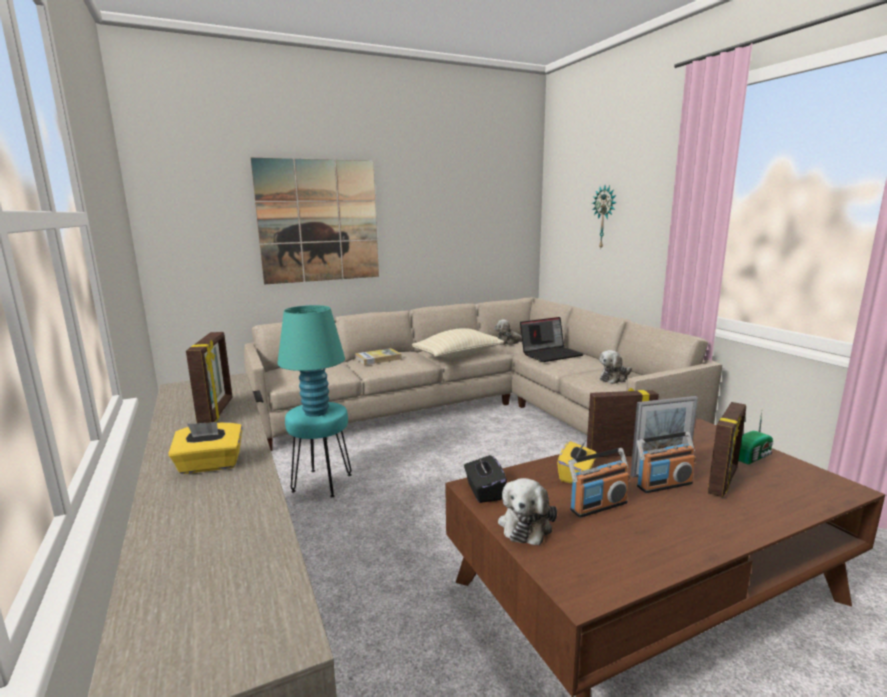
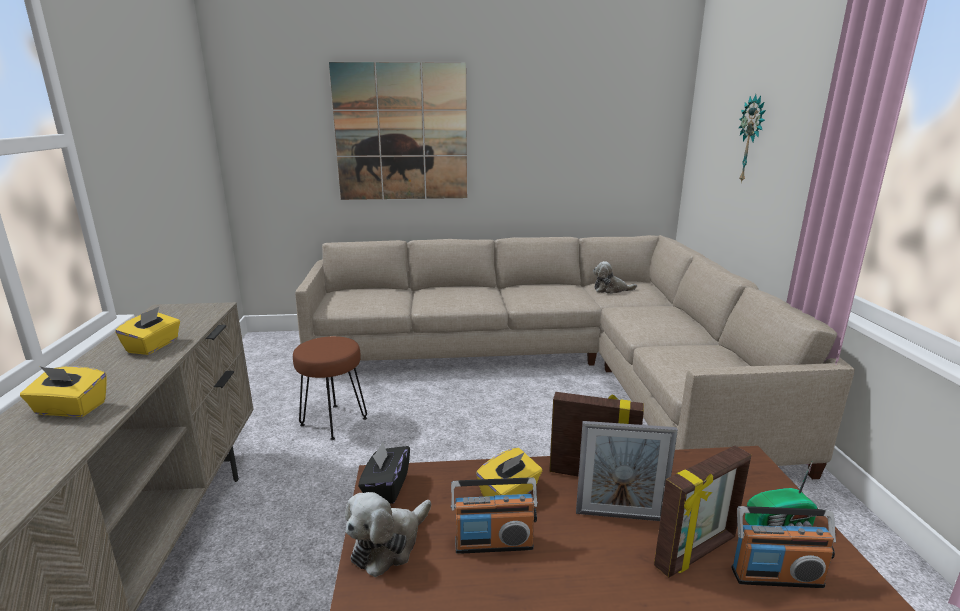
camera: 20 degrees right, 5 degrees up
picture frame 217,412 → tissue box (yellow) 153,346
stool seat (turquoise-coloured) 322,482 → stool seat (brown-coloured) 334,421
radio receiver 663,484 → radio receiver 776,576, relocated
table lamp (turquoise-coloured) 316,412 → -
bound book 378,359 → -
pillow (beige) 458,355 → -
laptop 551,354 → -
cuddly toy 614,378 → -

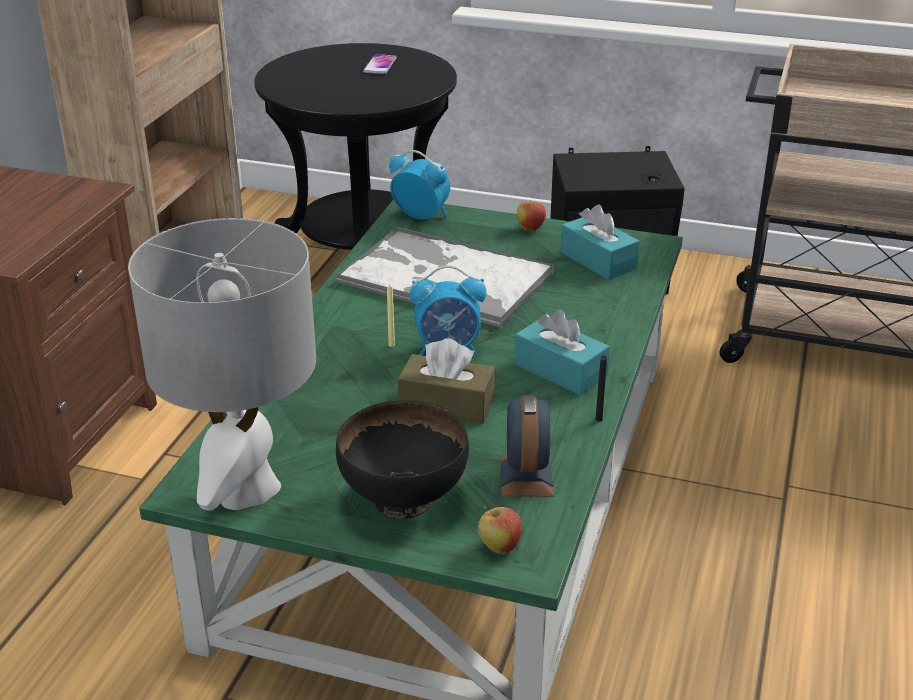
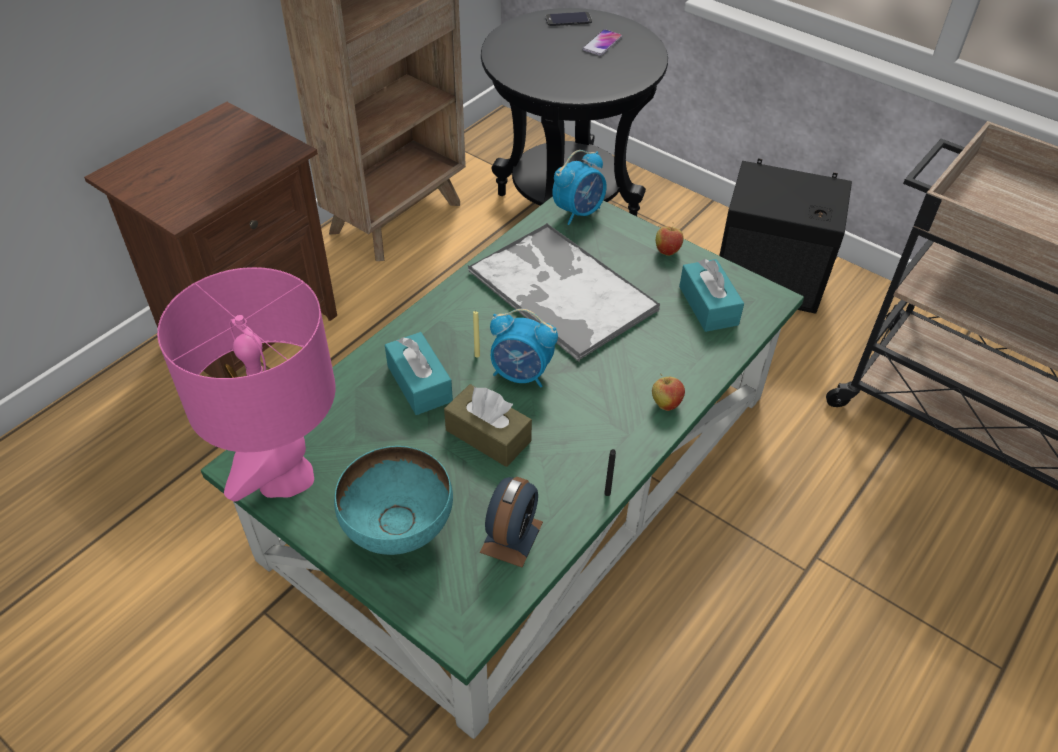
camera: 20 degrees right, 15 degrees up
table lamp (greyish) 246,489 → table lamp (pinkish) 285,477
serving bowl (black-coloured) 403,501 → serving bowl (turquoise-coloured) 398,531
tissue box (turquoise-coloured) 560,370 → tissue box (turquoise-coloured) 419,383, relocated
- → phone 568,19
alarm clock 421,216 → alarm clock 579,212, 90 degrees clockwise
whole apple 499,547 → whole apple 665,404, relocated

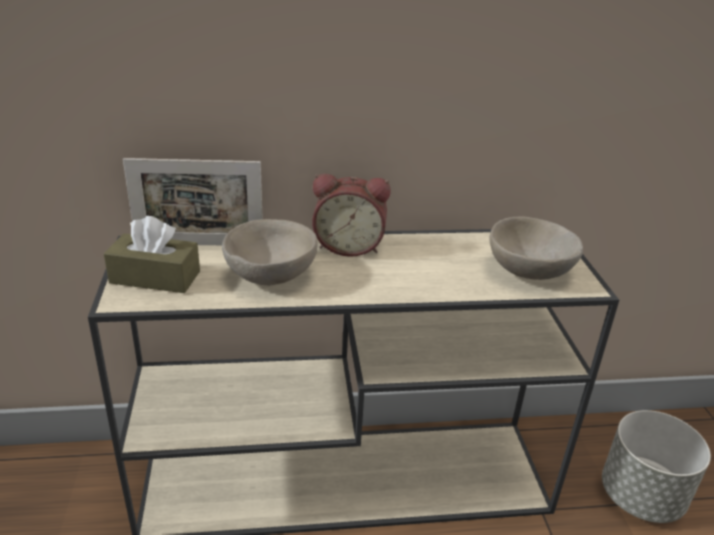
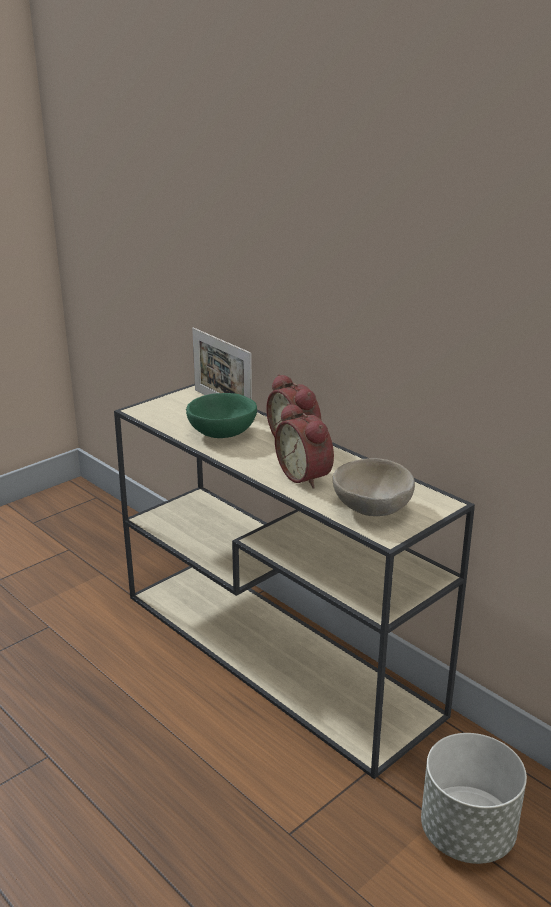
camera: 55 degrees right, 5 degrees down
serving bowl (beige) 271,274 → serving bowl (green-coloured) 223,433
- → alarm clock 306,475
tissue box (brown-coloured) 155,277 → -

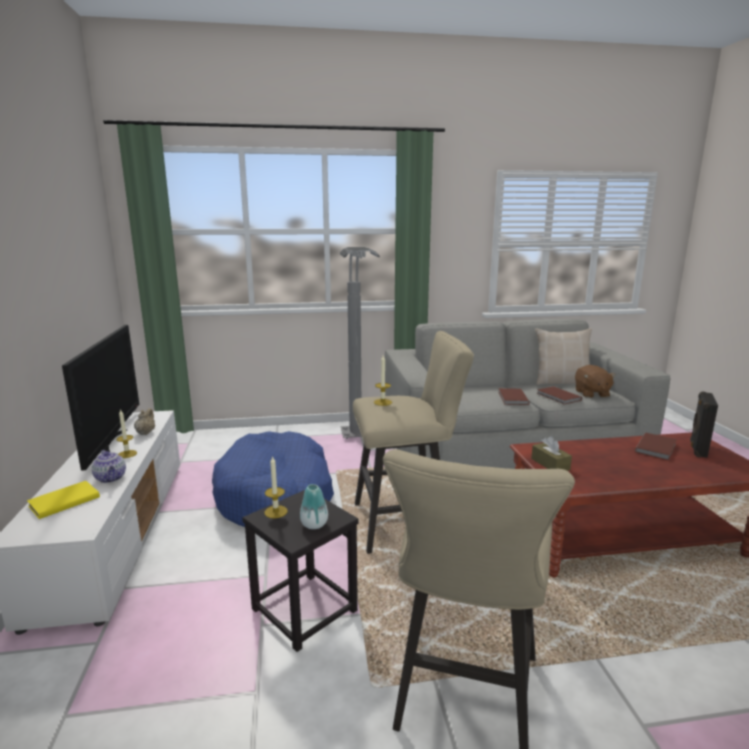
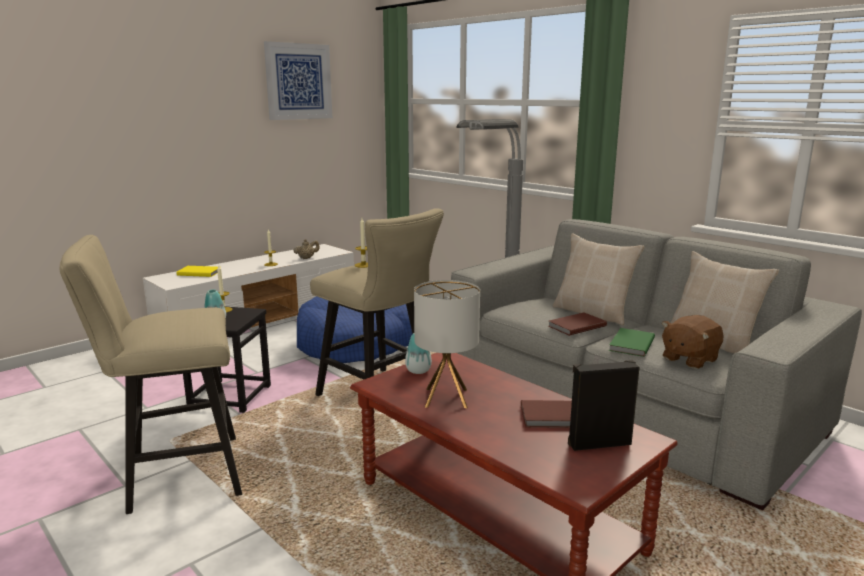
camera: 55 degrees right, 0 degrees up
- → wall art 298,81
tissue box (brown-coloured) 550,464 → vase 418,371
- → table lamp 446,398
- → pillow (beige) 593,313
bound book (brown-coloured) 558,397 → bound book (green-coloured) 630,344
television 112,441 → -
tea pot 111,478 → -

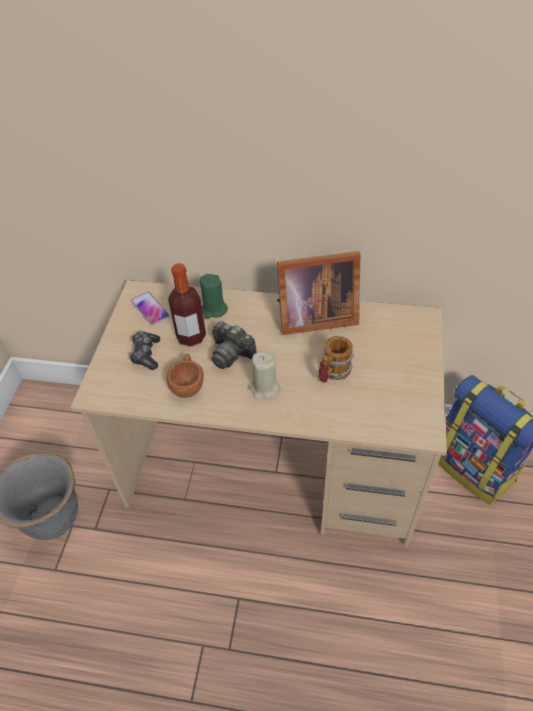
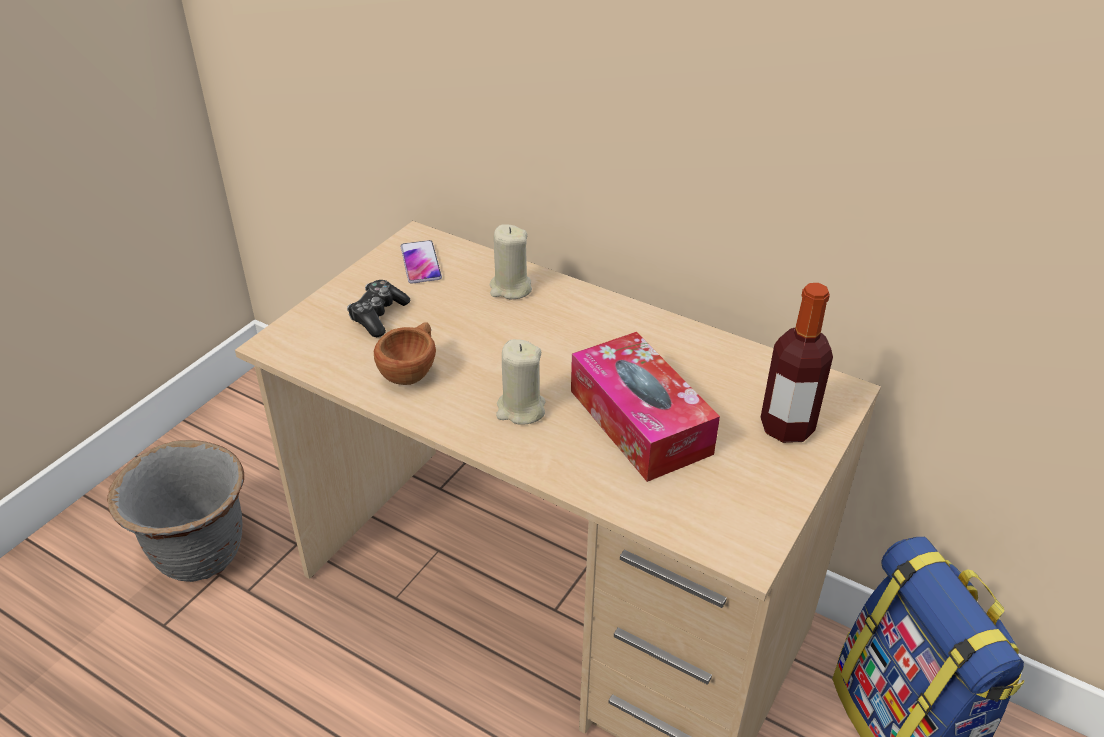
camera: 20 degrees right, 10 degrees down
wax light (green-coloured) 214,310 → wax light (beige) 510,288
coffee mug 332,373 → tissue box 639,421
bottle 191,337 → bottle 786,427, relocated
still camera 231,353 → -
picture frame 313,317 → -

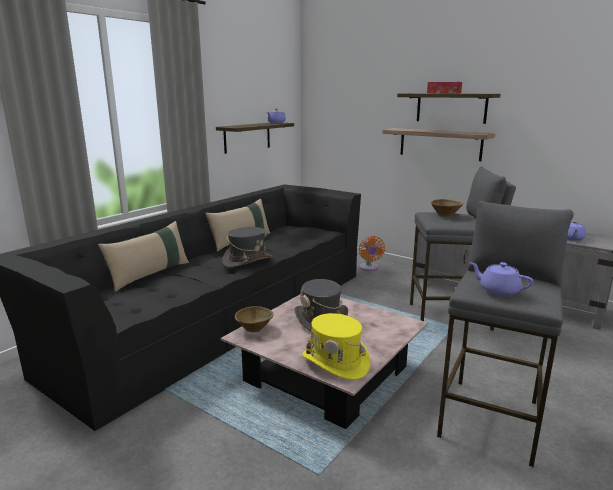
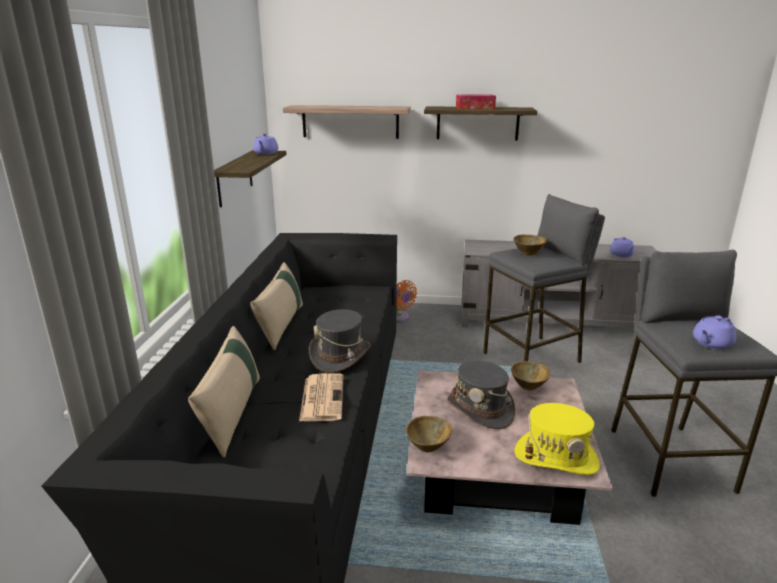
camera: 30 degrees left, 5 degrees up
bracket shelf 440,144 → bracket shelf 350,122, relocated
- → newspaper 322,397
- → serving bowl (brown-coloured) 528,386
tea pot (purple) 498,291 → tea pot (purple) 711,343, 45 degrees counterclockwise

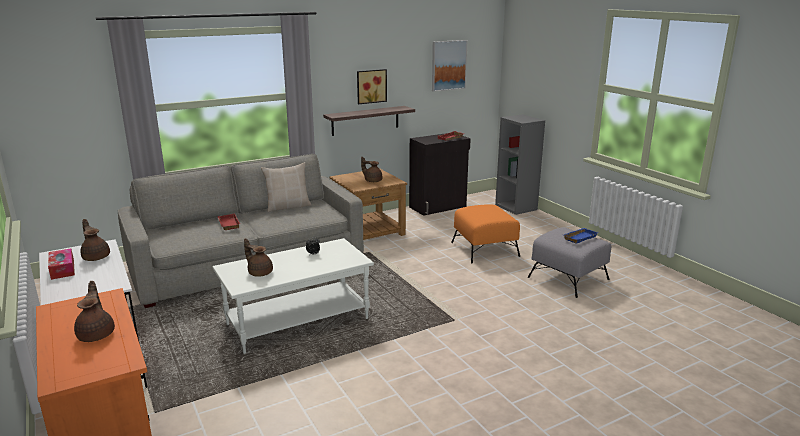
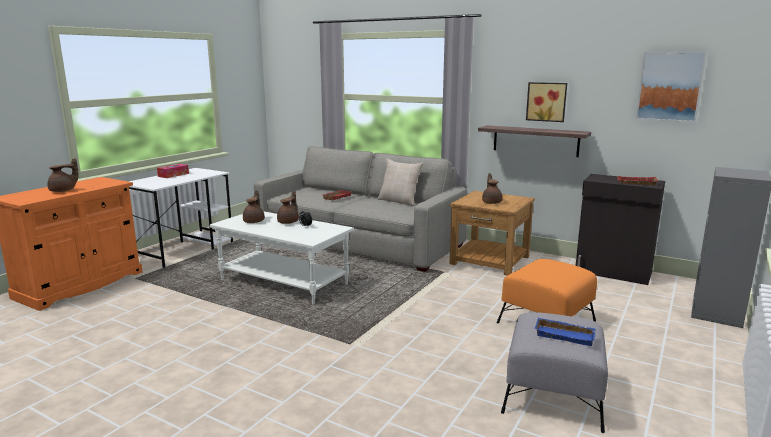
camera: 60 degrees right, 5 degrees down
tea pot (brown-coloured) 96,257 → tea pot (brown-coloured) 289,222, relocated

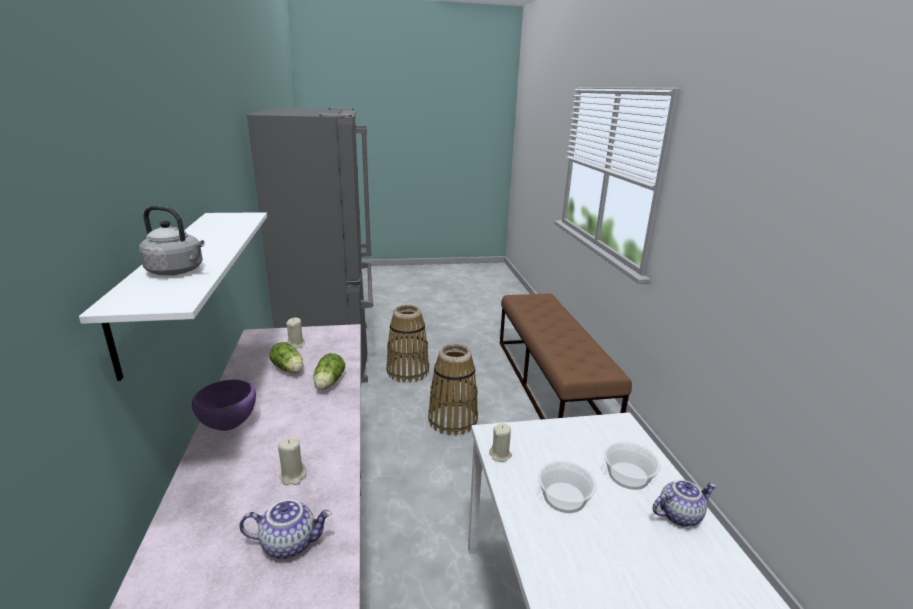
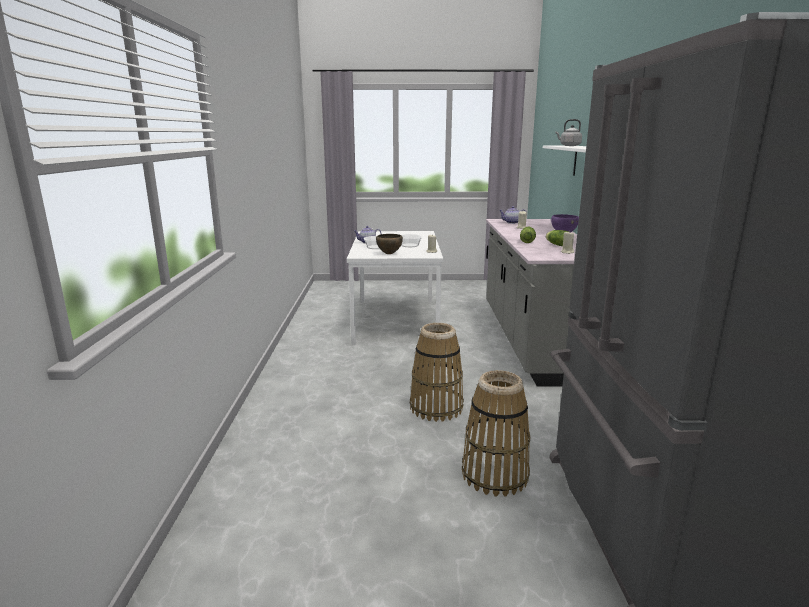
camera: 170 degrees left, 5 degrees down
- → serving bowl (brown-coloured) 389,254
long seat (brown-coloured) 550,385 → -

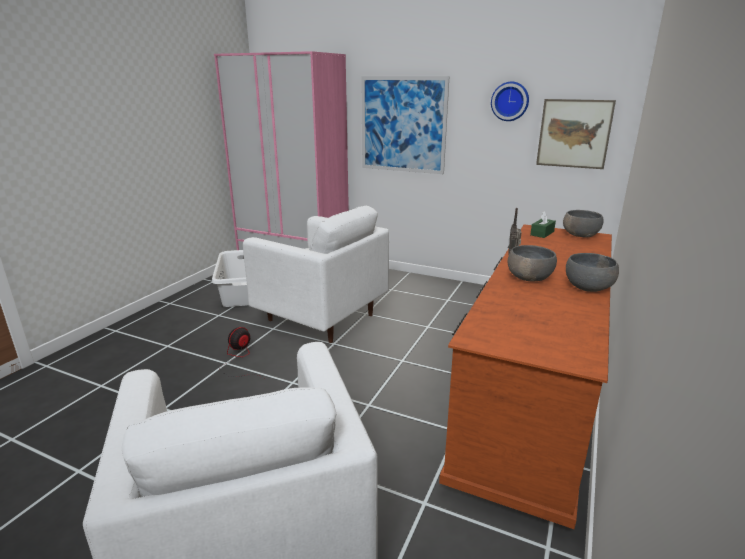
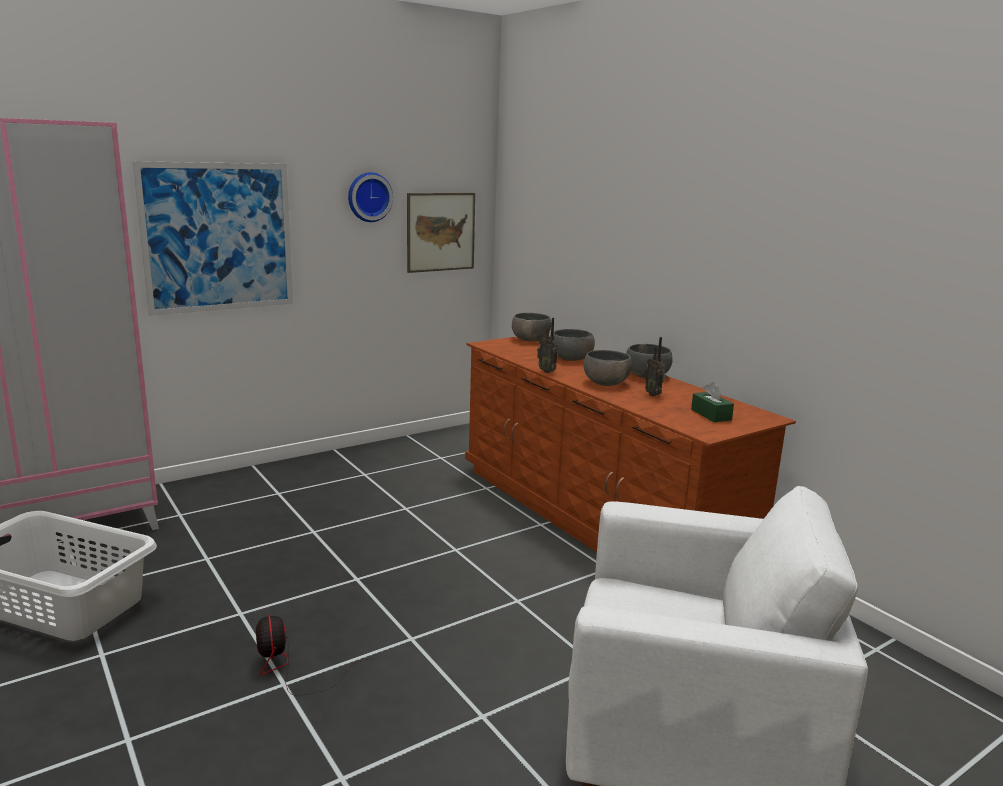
camera: 60 degrees left, 5 degrees down
- → serving bowl (greyish) 571,358
- → radio receiver 653,394
tissue box (green-coloured) 542,233 → tissue box (green-coloured) 711,415, relocated
lounge chair (white-coloured) 321,318 → -

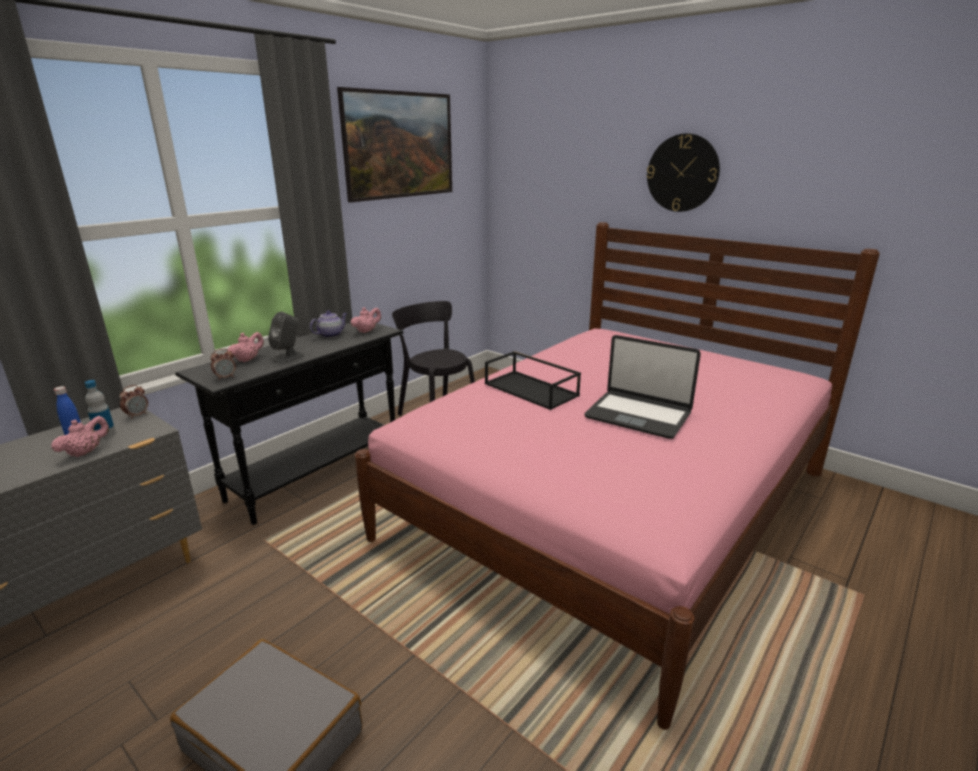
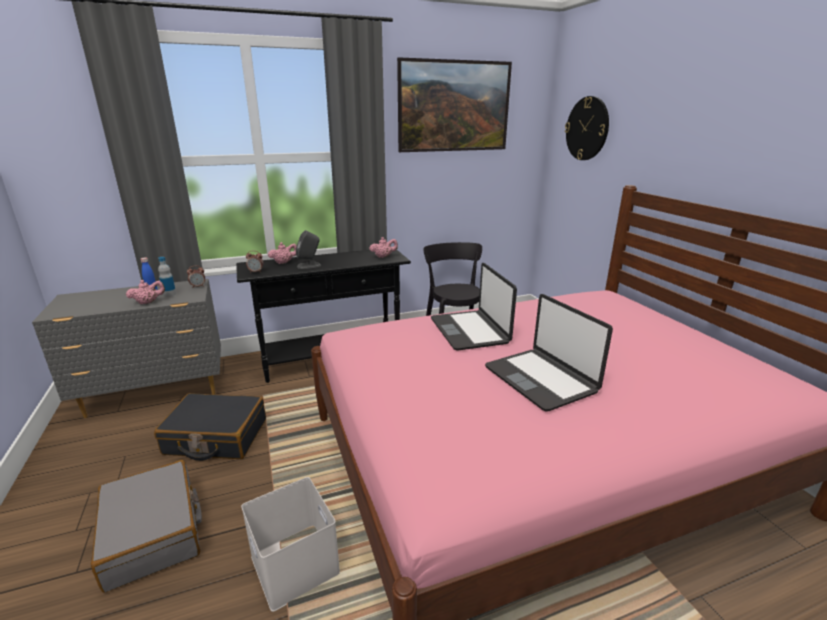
camera: 30 degrees right, 0 degrees up
- → suitcase (black-coloured) 216,437
- → storage box (white-coloured) 297,565
tray (black-coloured) 532,389 → laptop 470,331
clock on the wall 682,173 → clock on the wall 587,128, relocated
tea pot 331,335 → -

